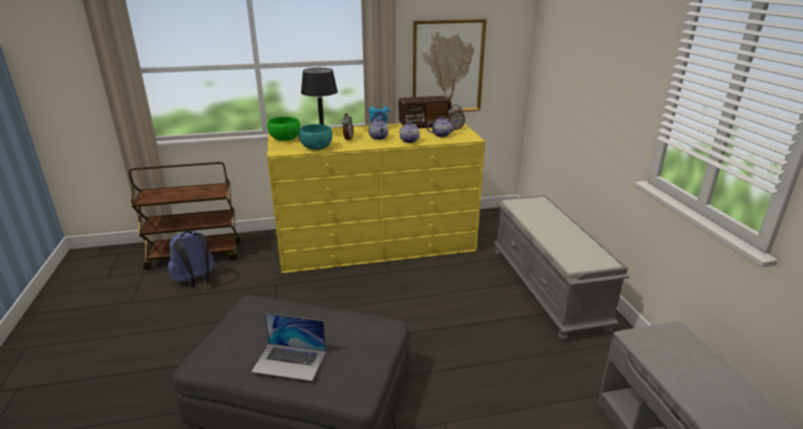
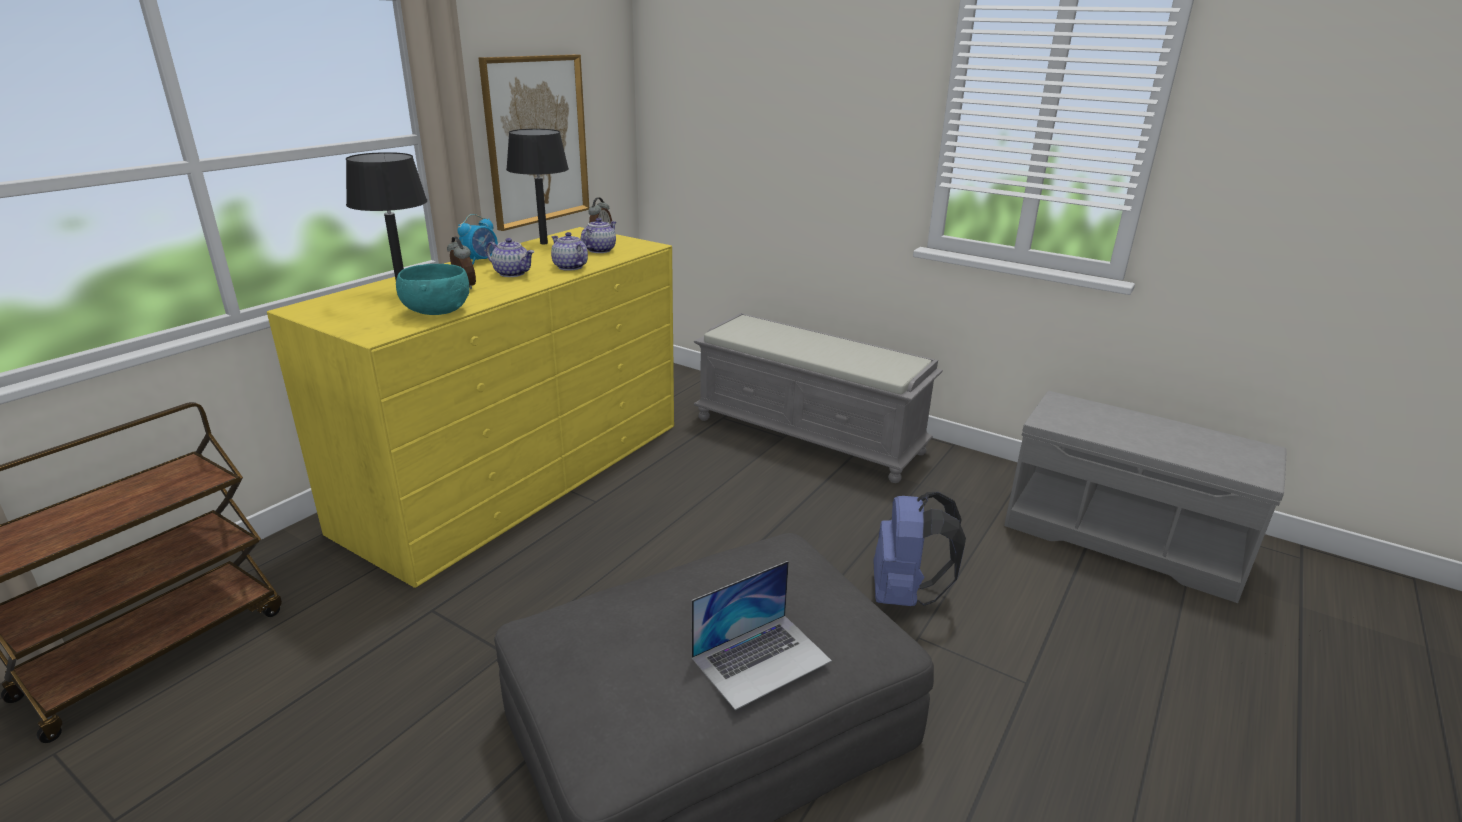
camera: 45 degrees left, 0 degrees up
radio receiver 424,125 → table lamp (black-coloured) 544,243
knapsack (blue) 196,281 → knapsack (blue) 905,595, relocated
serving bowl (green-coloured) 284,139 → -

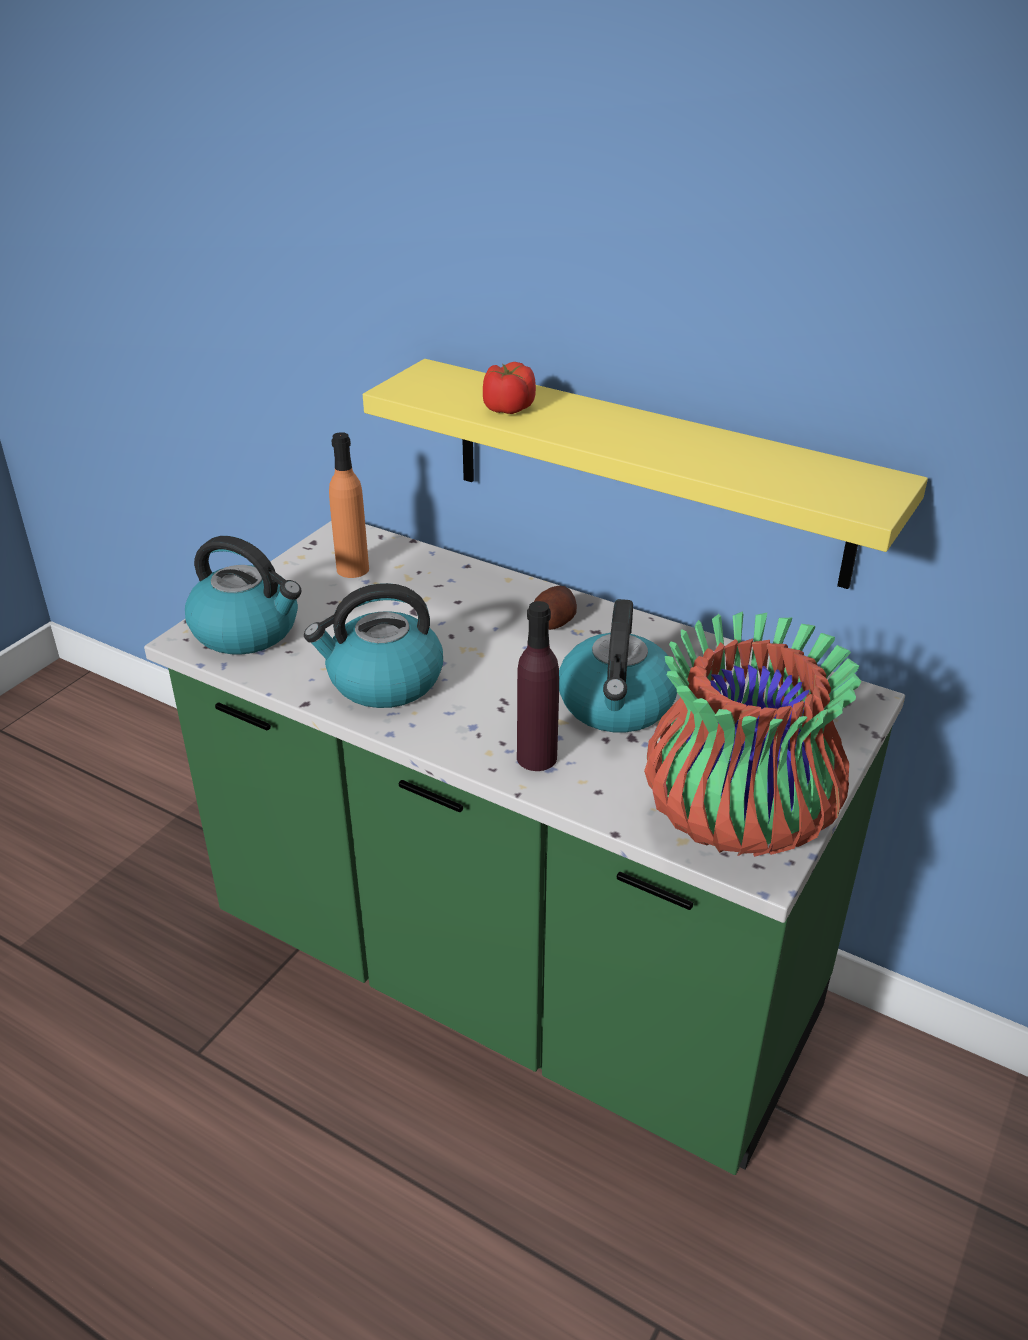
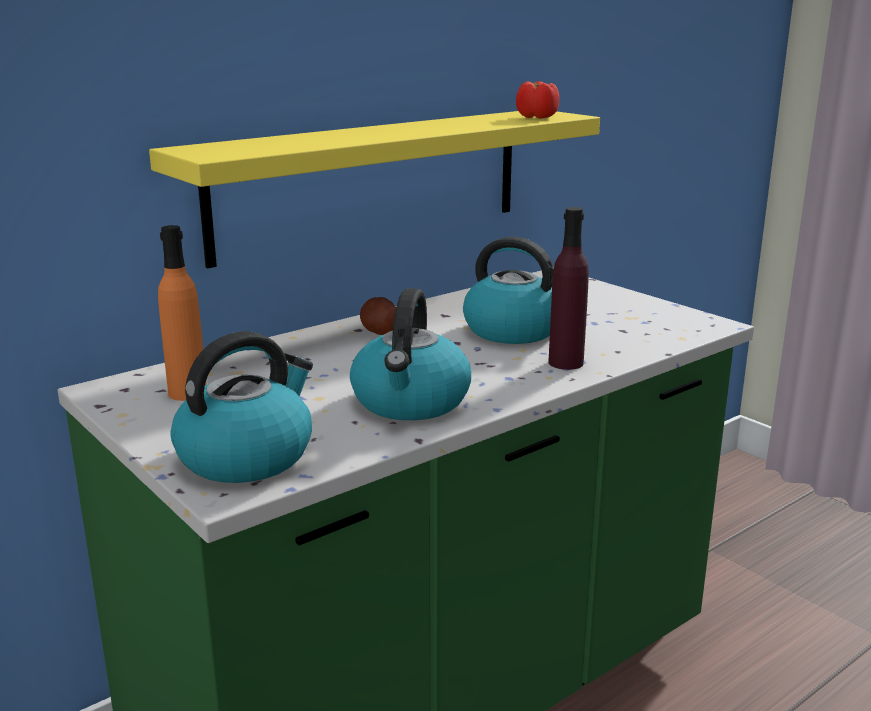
camera: 70 degrees left, 15 degrees down
fresh tomato 508,408 → fresh tomato 537,117, relocated
vase 739,820 → -

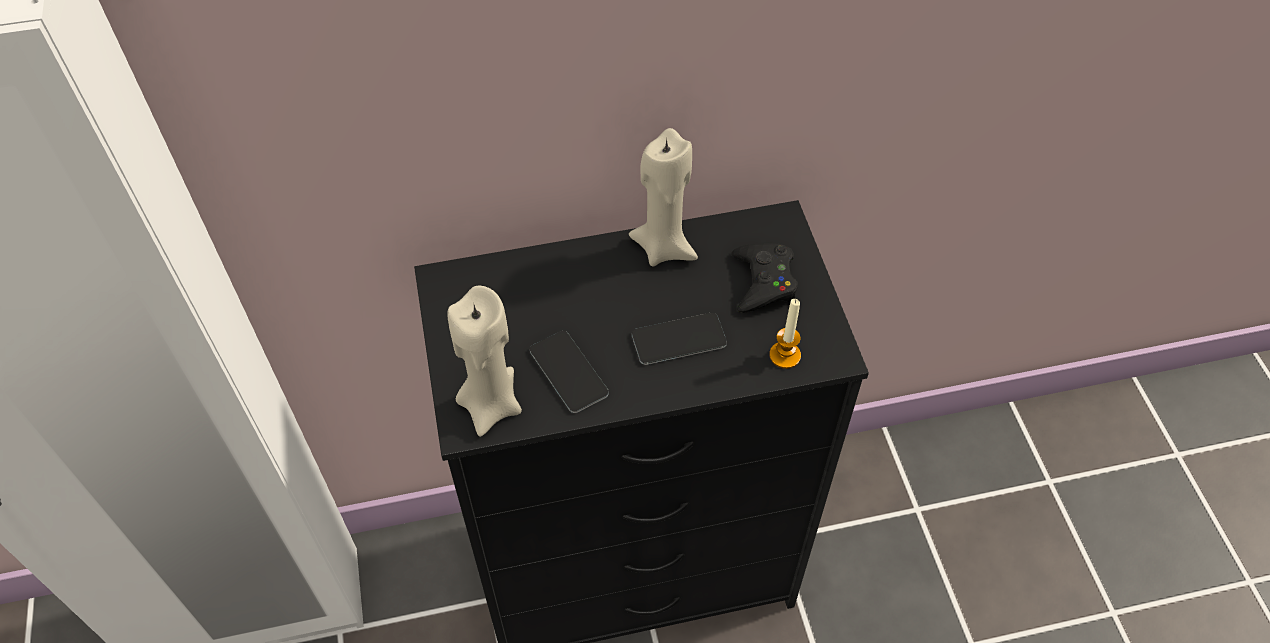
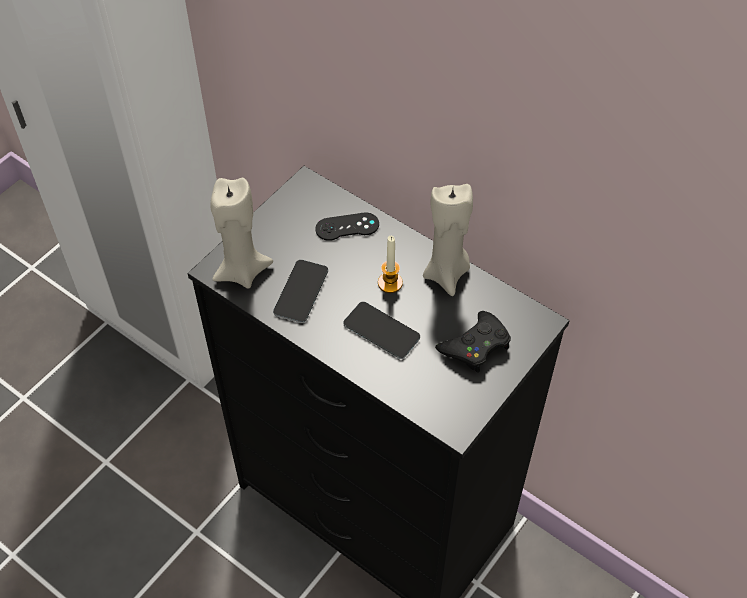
camera: 50 degrees right, 0 degrees up
- → gamepad (black-coloured) 347,227
wax light 785,355 → wax light 390,283, relocated

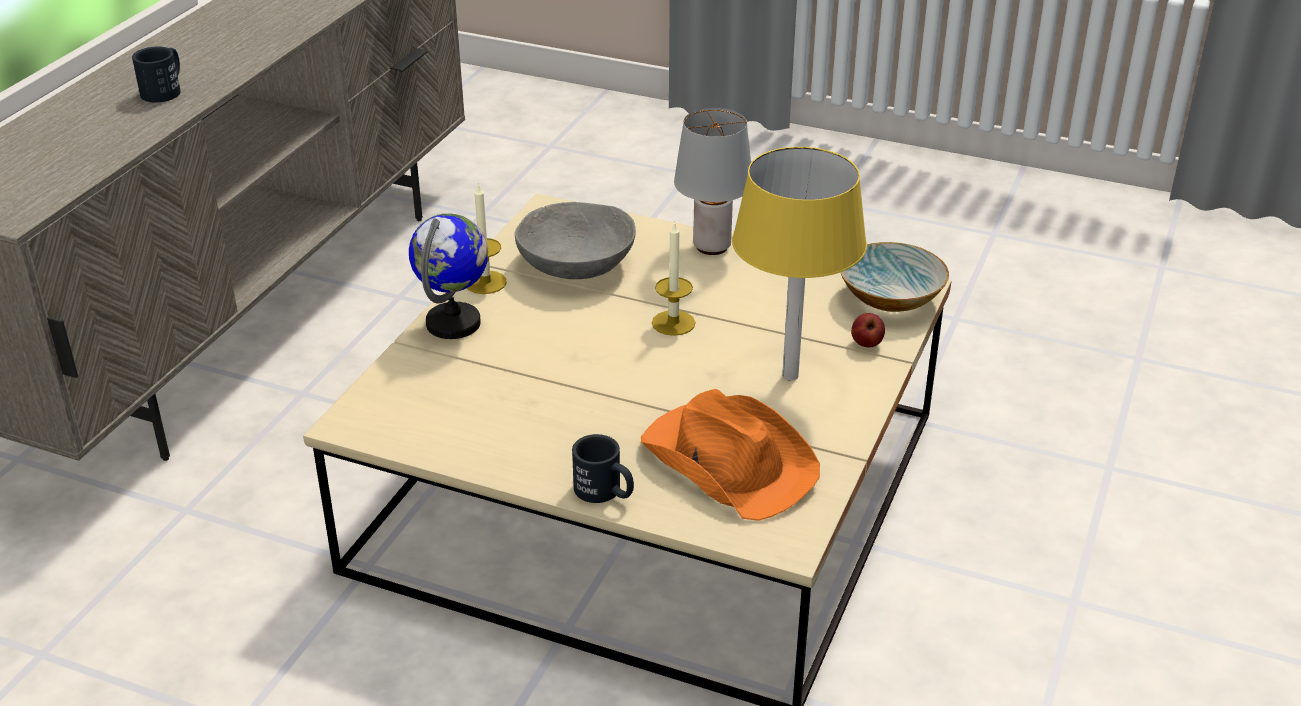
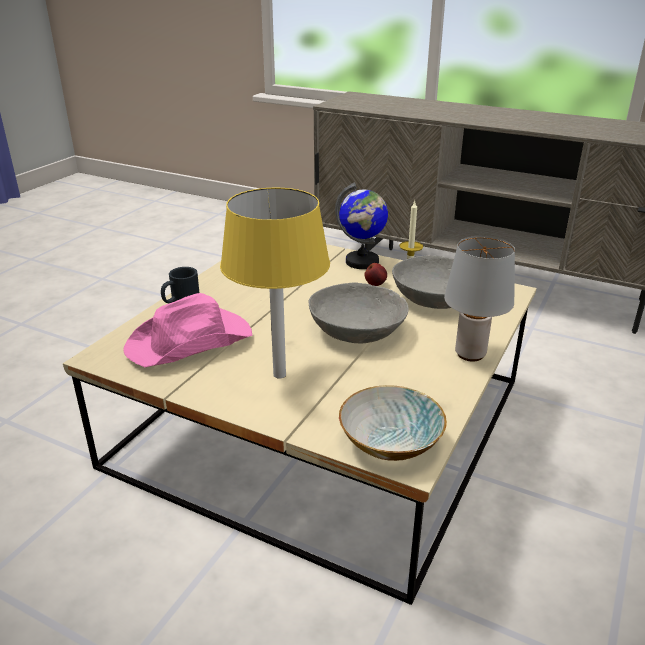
camera: 95 degrees right, 5 degrees down
wearable hat (orange) 728,460 → wearable hat (pinkish) 191,342
wax light 673,323 → serving bowl (greyish) 357,331
whole apple 866,344 → whole apple 375,284, relocated
coffee mug (black-coloured) 165,90 → -

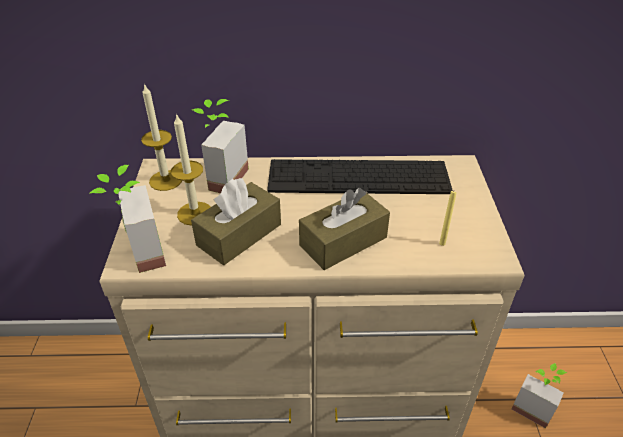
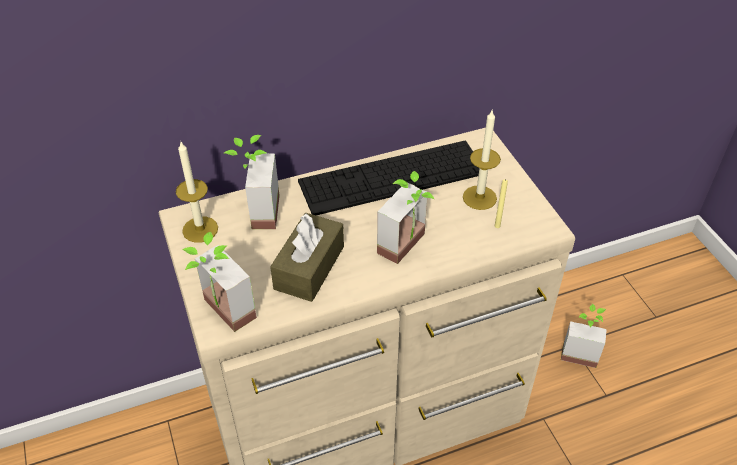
camera: 20 degrees left, 5 degrees up
tissue box (brown-coloured) 343,241 → houseplant 409,248
wax light 195,213 → wax light 479,197, relocated

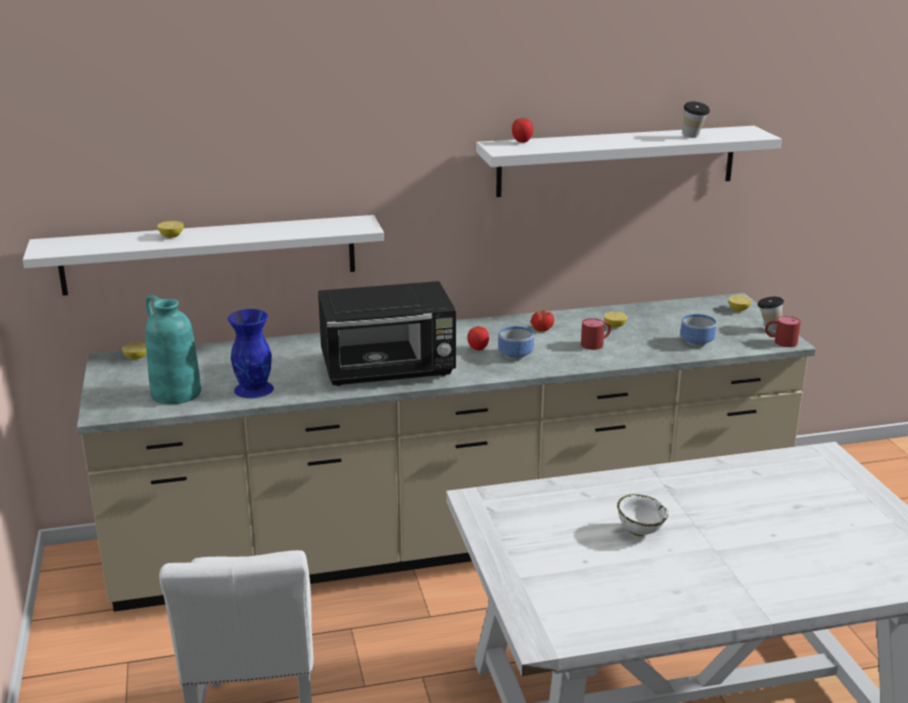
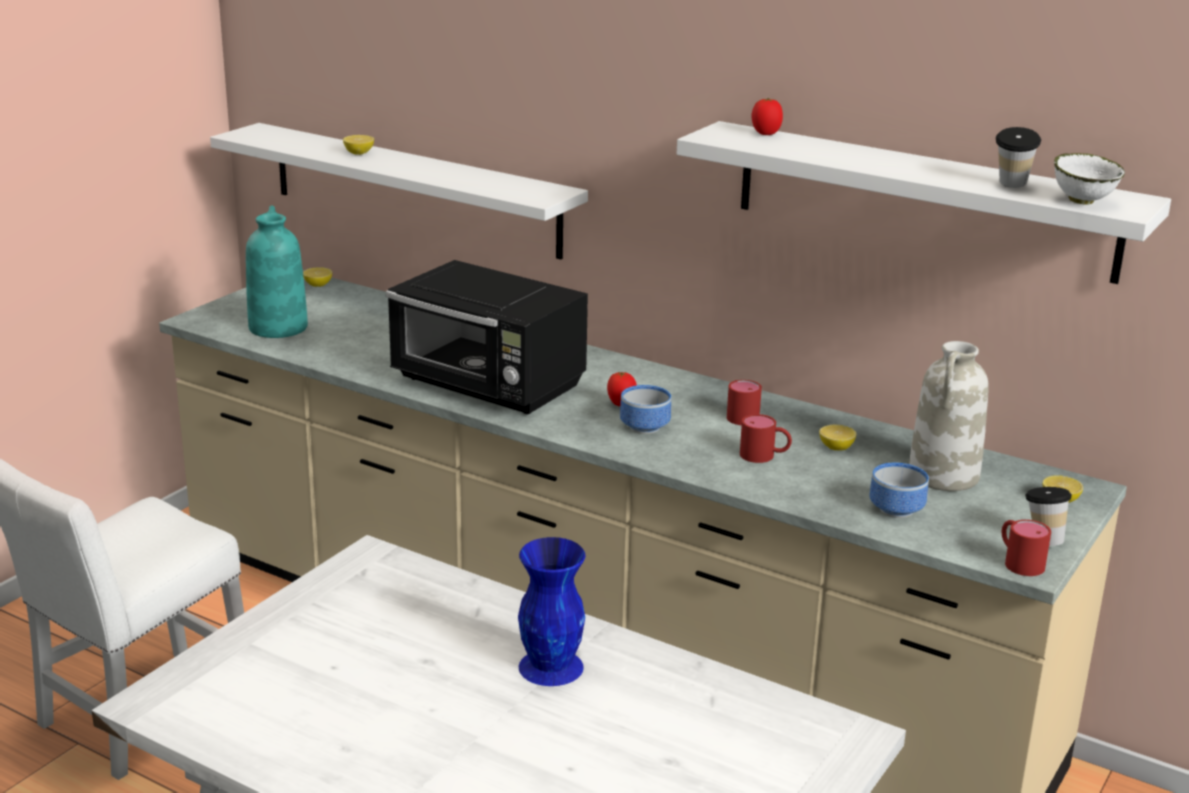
camera: 45 degrees right, 0 degrees up
vase (blue) 254,389 → vase (blue) 552,667, relocated
fresh tomato 542,329 → coffee mug (reddish) 740,415
- → vase (white-coloured) 944,476
serving bowl (white-coloured) 639,531 → serving bowl (white-coloured) 1083,201, relocated

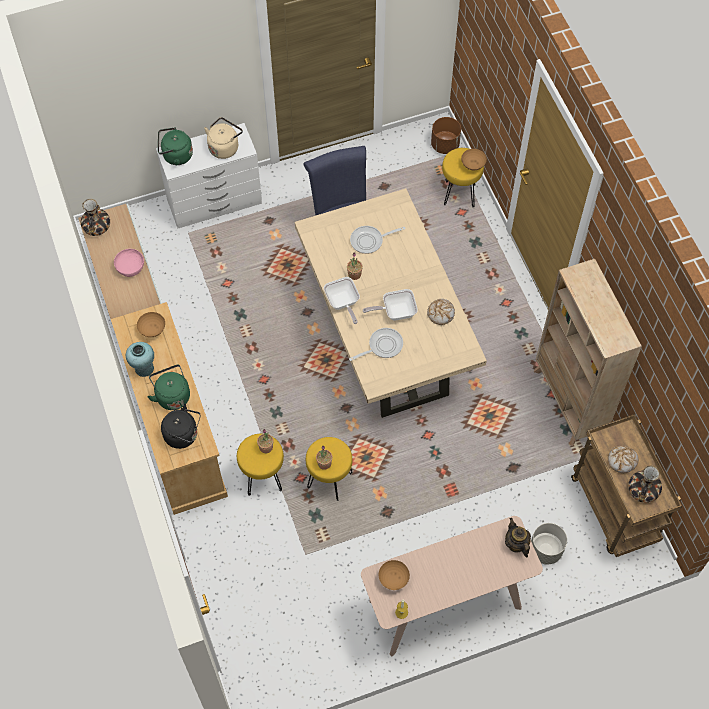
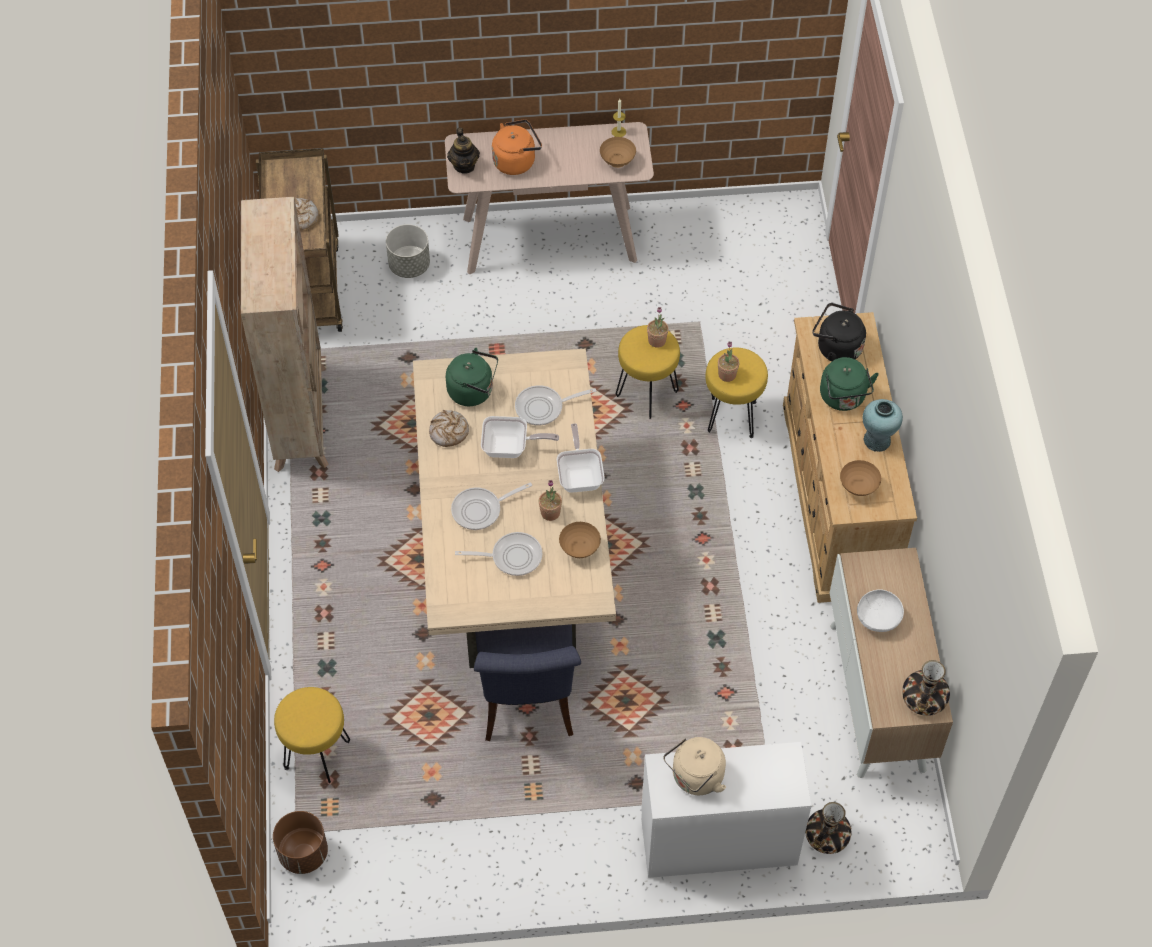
camera: 165 degrees left, 5 degrees down
water kettle (green-coloured) 175,156 → water kettle (green-coloured) 473,391, relocated
- → frying pan 481,510
- → water kettle (orange) 516,161
serving bowl (brown-coloured) 472,165 → serving bowl (brown-coloured) 580,550, relocated
vase 643,490 → vase 827,835, relocated
serving bowl (pinkish) 130,267 → serving bowl (white-coloured) 878,619

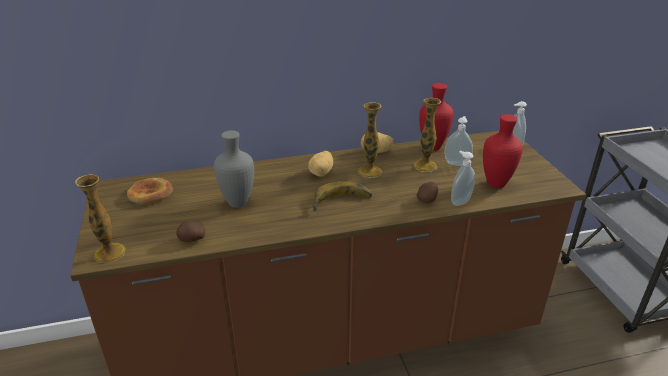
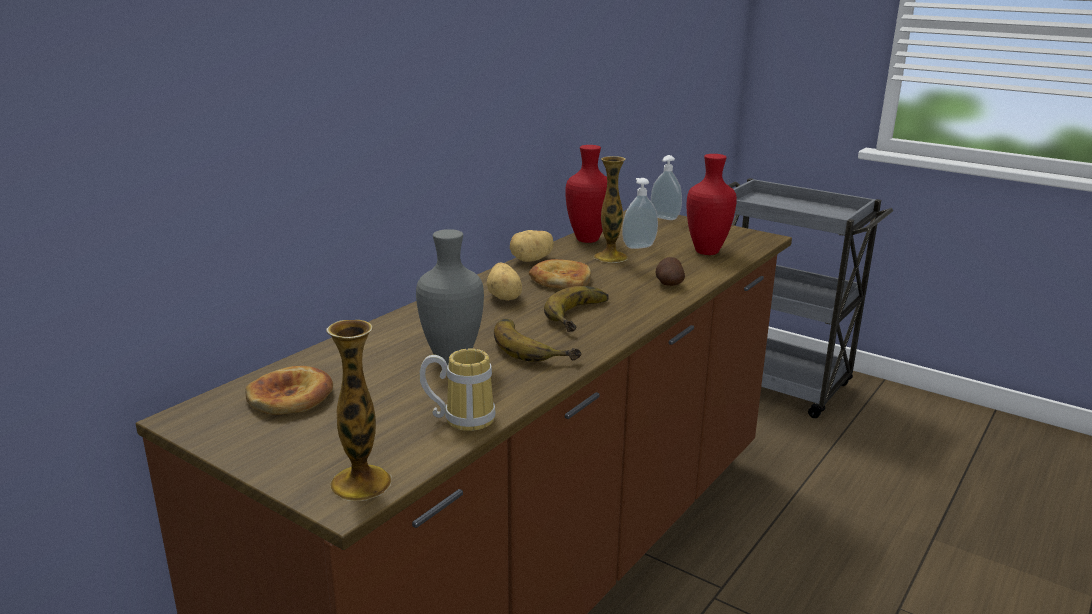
camera: 40 degrees left, 10 degrees down
whole potato 192,239 → coffee mug 462,418
- → banana fruit 535,346
vase 370,171 → bakery bread 560,279
liquid soap bottle 459,201 → -

